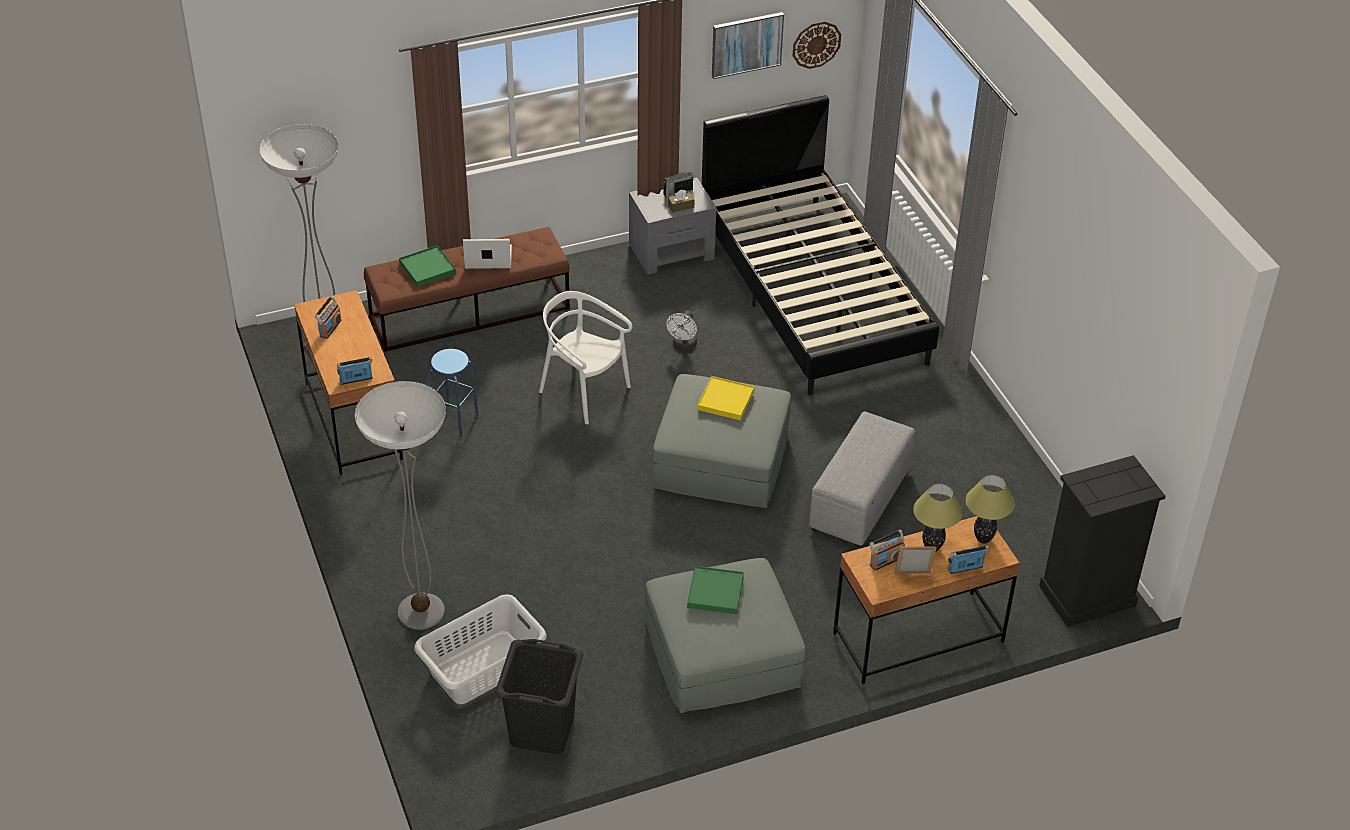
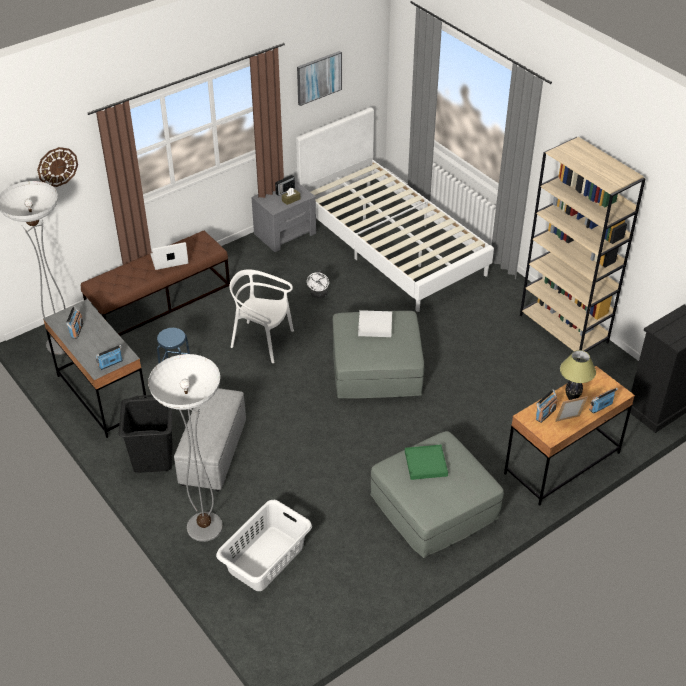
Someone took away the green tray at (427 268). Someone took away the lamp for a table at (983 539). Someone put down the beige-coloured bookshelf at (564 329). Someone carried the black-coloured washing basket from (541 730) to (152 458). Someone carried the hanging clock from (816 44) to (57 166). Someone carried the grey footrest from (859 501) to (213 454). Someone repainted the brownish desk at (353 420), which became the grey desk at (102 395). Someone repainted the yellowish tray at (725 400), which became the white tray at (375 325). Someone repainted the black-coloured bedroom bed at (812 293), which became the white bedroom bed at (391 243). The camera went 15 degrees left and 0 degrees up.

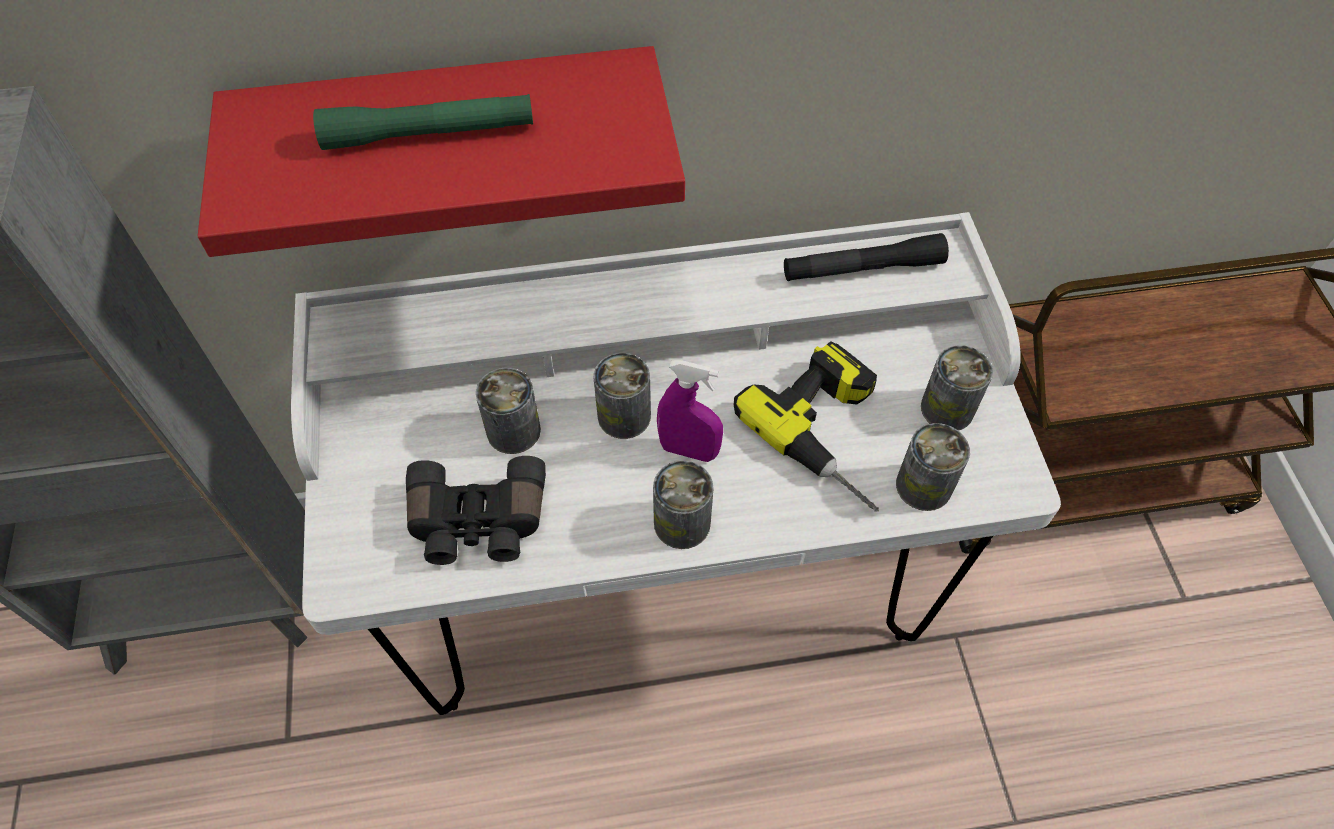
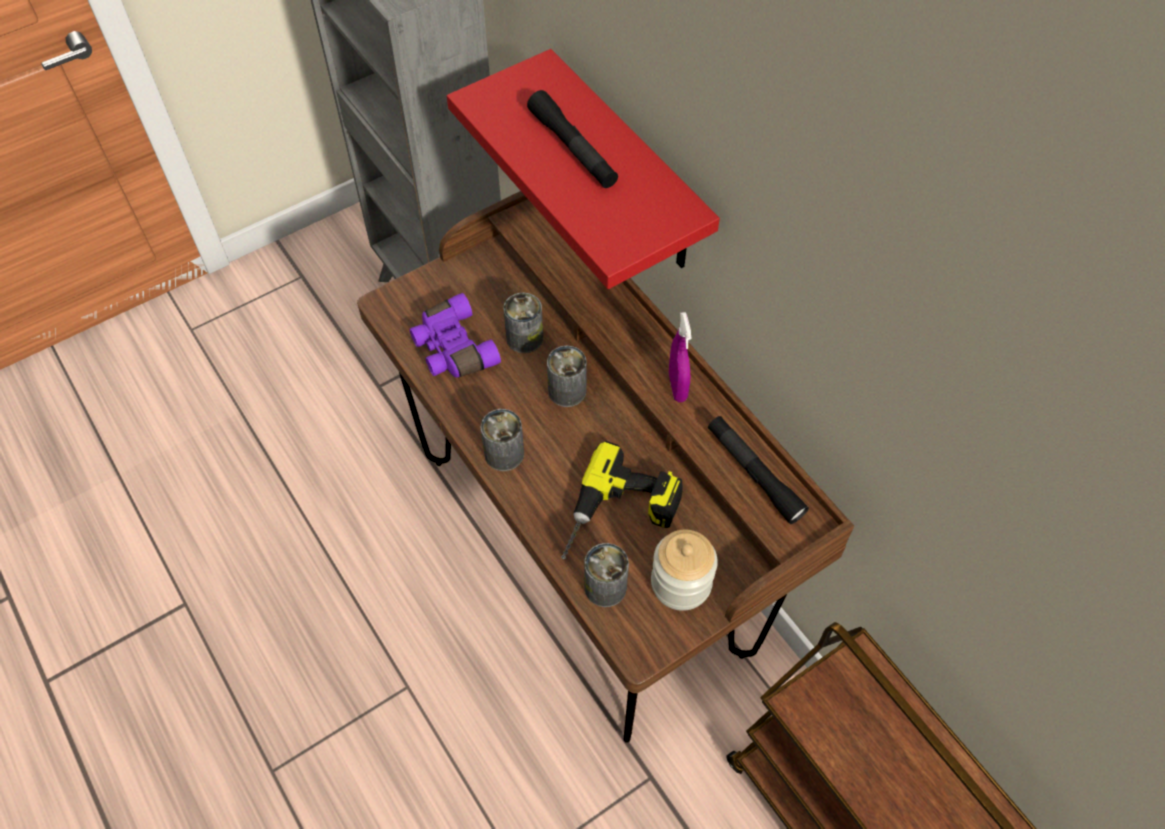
Someone carried the purple hand sprayer from (689 450) to (677 387). Someone swapped the sealed can at (947 408) for the storage jar at (681 583). Someone repainted the white desk at (666 588), which became the brownish desk at (584 553). Someone repainted the green torch at (429 134), which became the black-coloured torch at (573 148). Someone repainted the black-coloured pair of binoculars at (477 523), which became the purple pair of binoculars at (452 349). The camera went 65 degrees right and 0 degrees up.

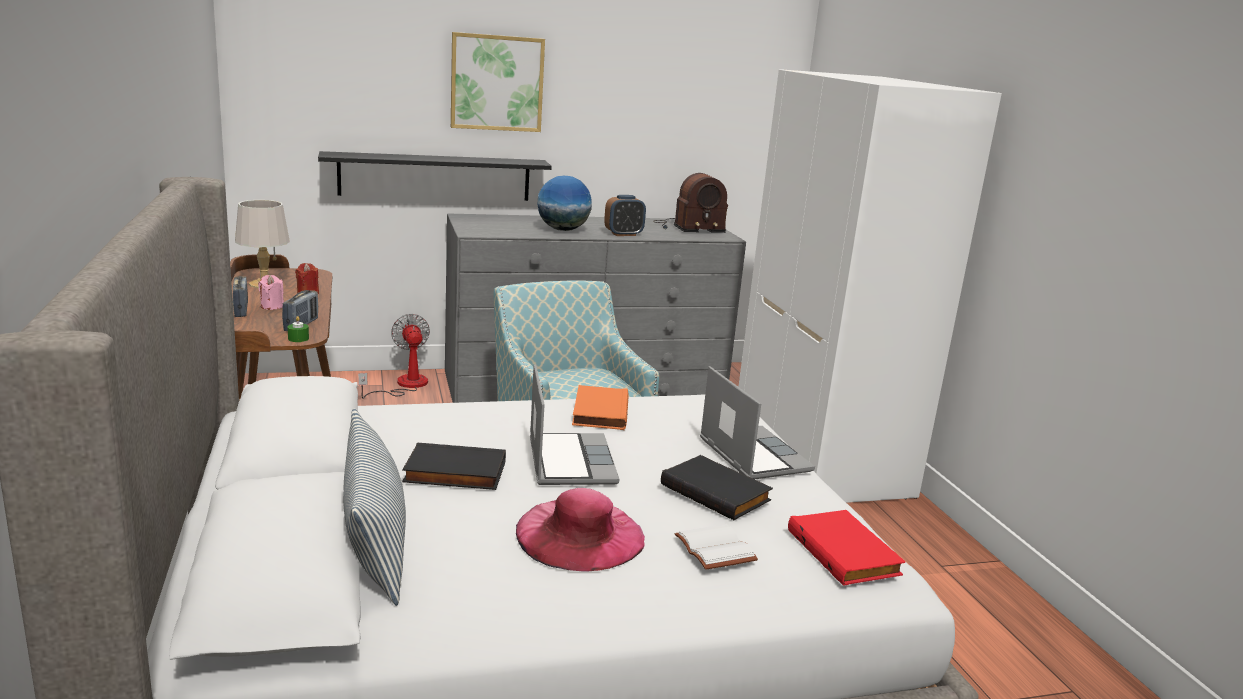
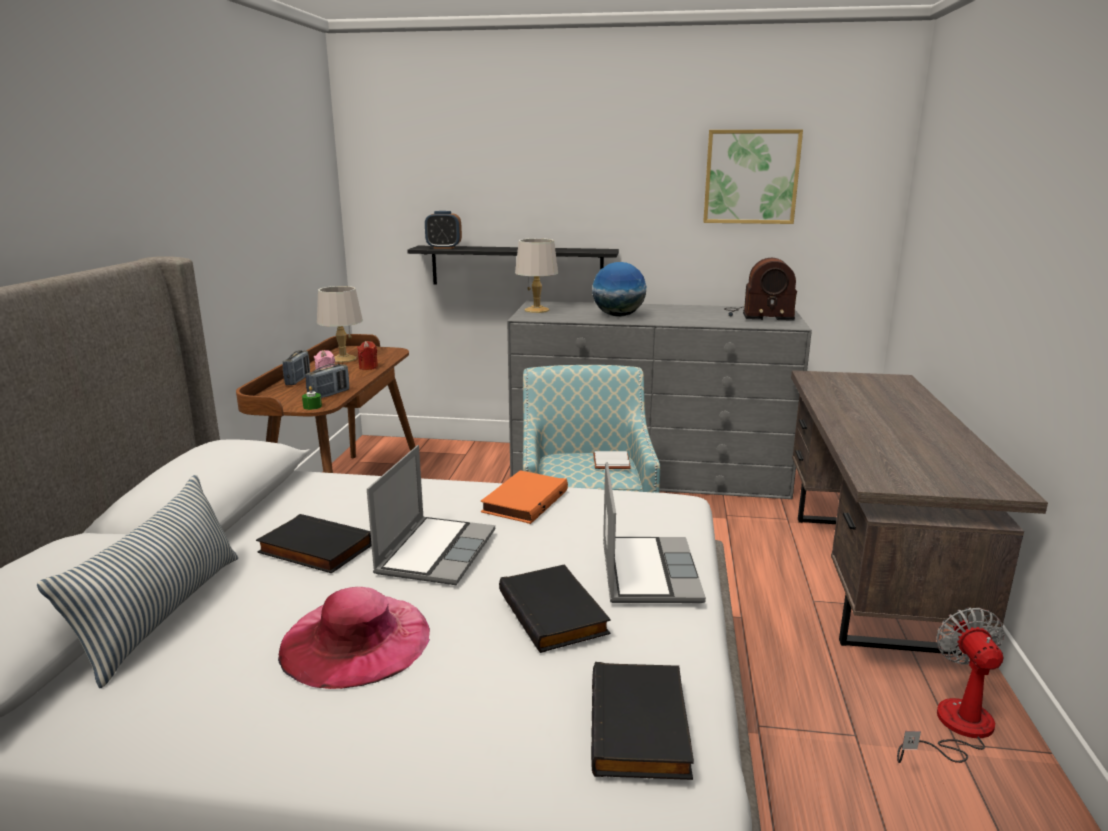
Someone put down the grey lamp for a table at (537 310). Someone carried the electric fan from (404 385) to (954 728). Someone carried the picture from (497 83) to (751 177). Someone carried the bedside clock from (623 234) to (444 248). Someone carried the white volume from (712 549) to (610 461). Someone swapped the white wardrobe at (821 458) for the brownish desk at (868 577). Someone repainted the red-coloured volume at (845 552), which became the black-coloured volume at (642 726). The camera went 25 degrees right and 0 degrees up.

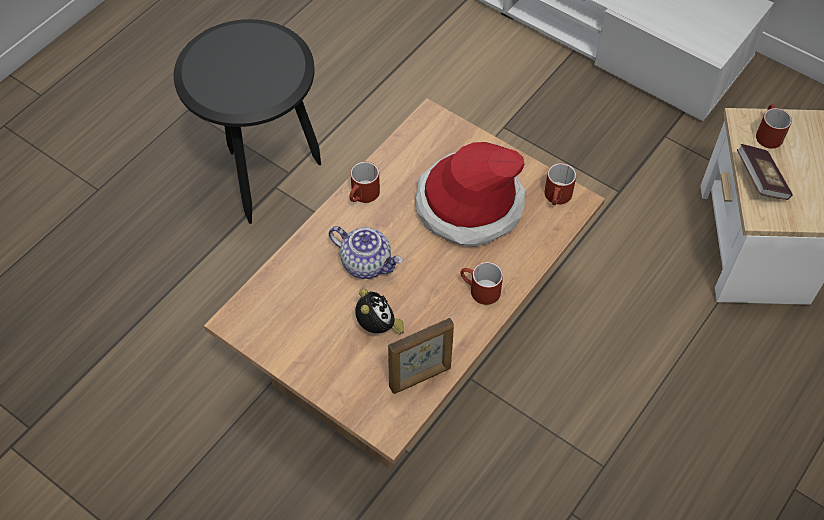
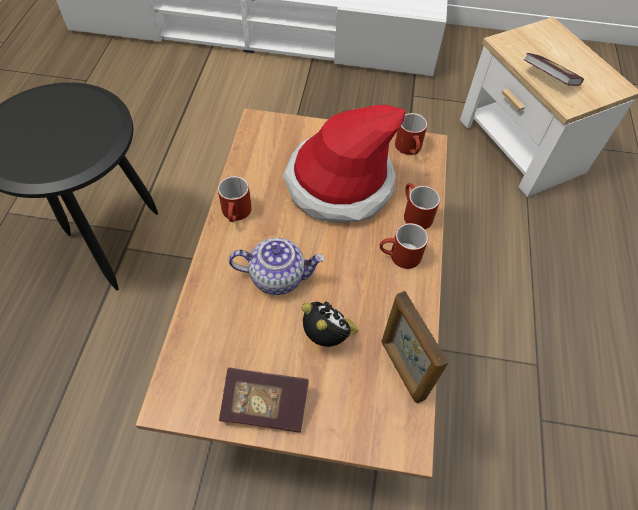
Someone put down the volume at (265 405). Someone carried the red-coloured tea mug from (767 133) to (414 214). Someone rotated the photo frame at (421 378) by 120 degrees clockwise. The camera went 30 degrees left and 0 degrees up.

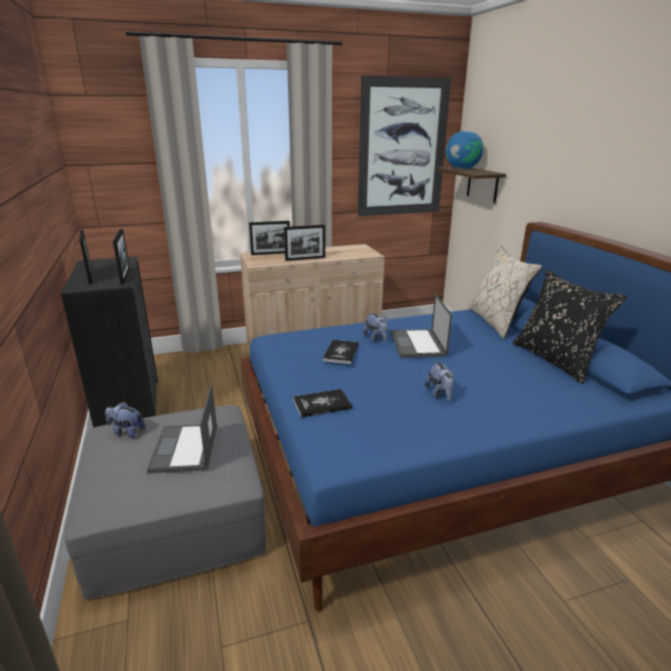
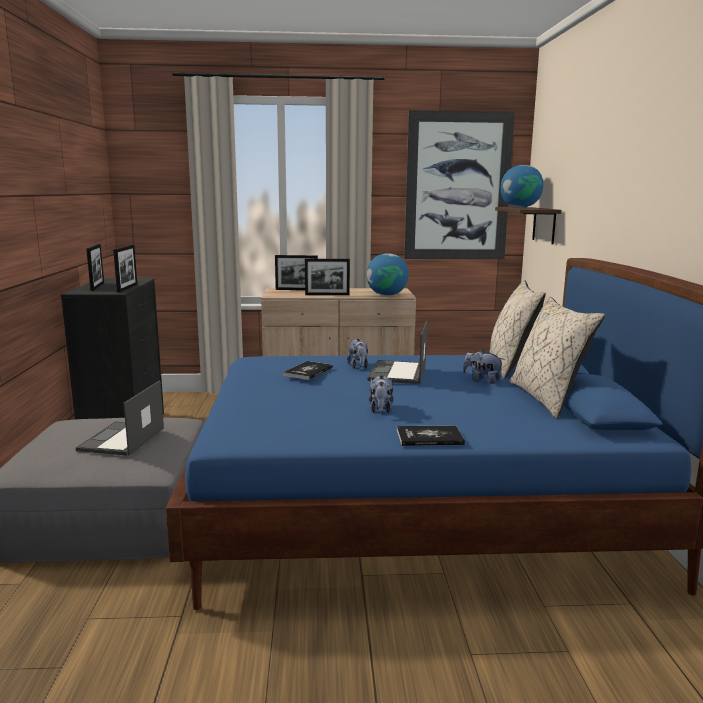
Someone put down the globe at (387 295). Someone carried the cuddly toy from (126 432) to (482 380). Someone carried the volume from (322 404) to (429 437). Someone repainted the black-coloured cushion at (555 360), which became the beige-coloured cushion at (547 399). The camera went 15 degrees right and 10 degrees down.

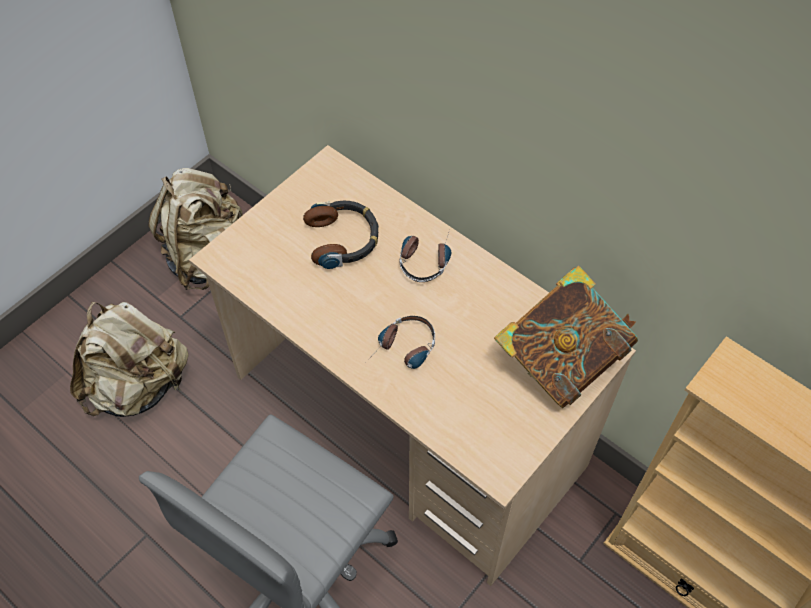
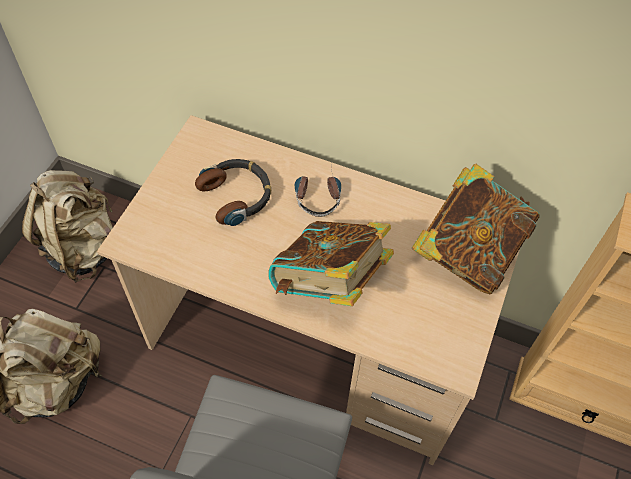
Someone swapped the headset at (402 352) for the volume at (330 283). The camera went 20 degrees left and 0 degrees up.

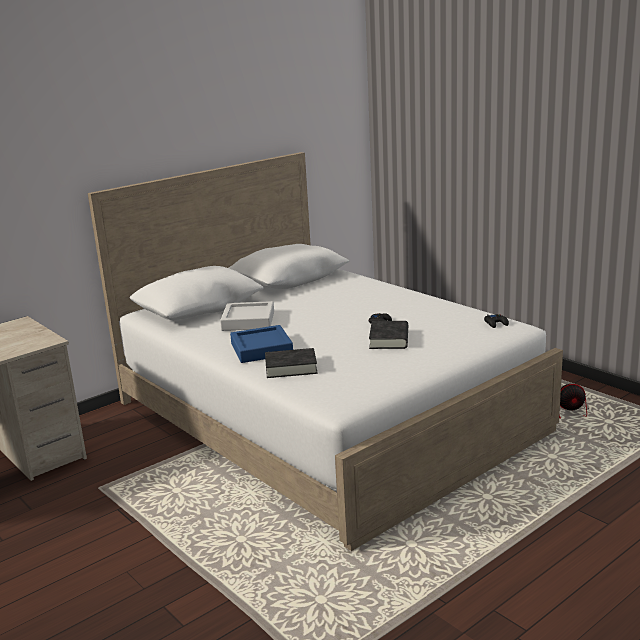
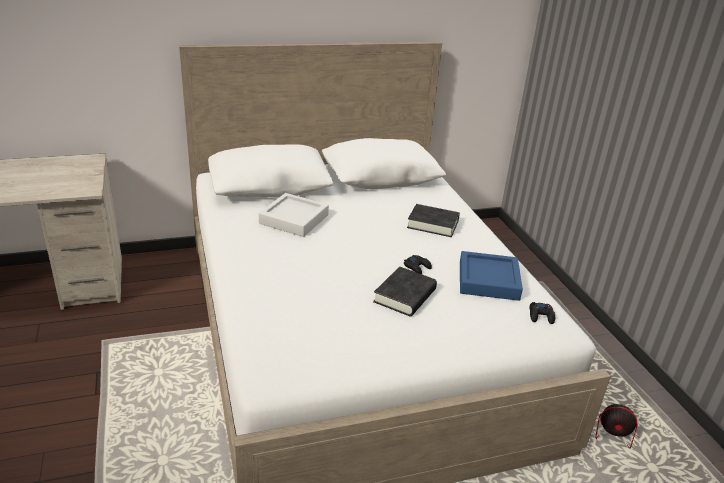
Someone carried the bluish tray from (261 349) to (488 281). Someone carried the black-coloured volume from (291 367) to (433 224). The camera went 20 degrees right and 10 degrees up.

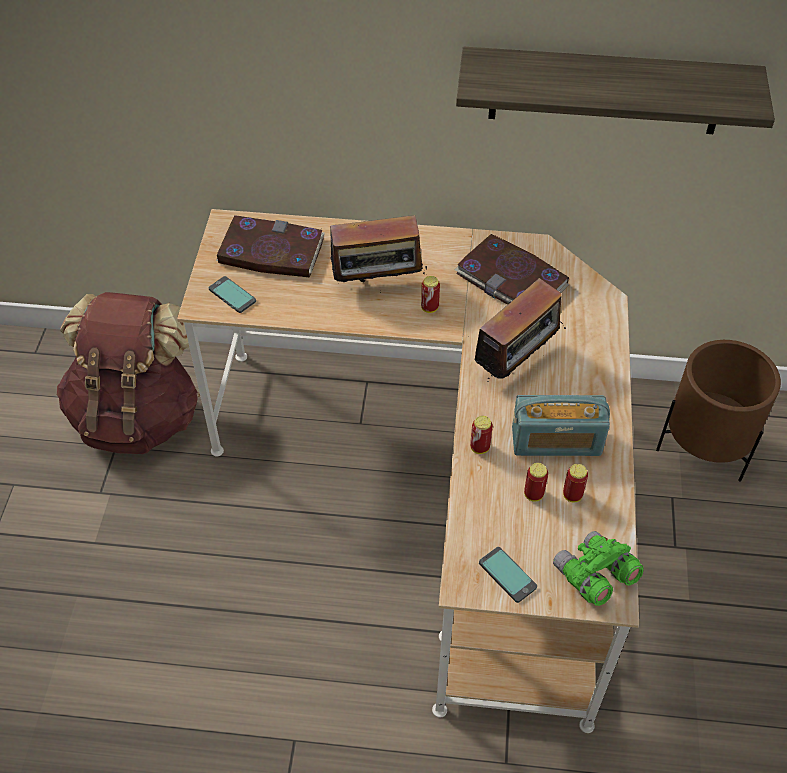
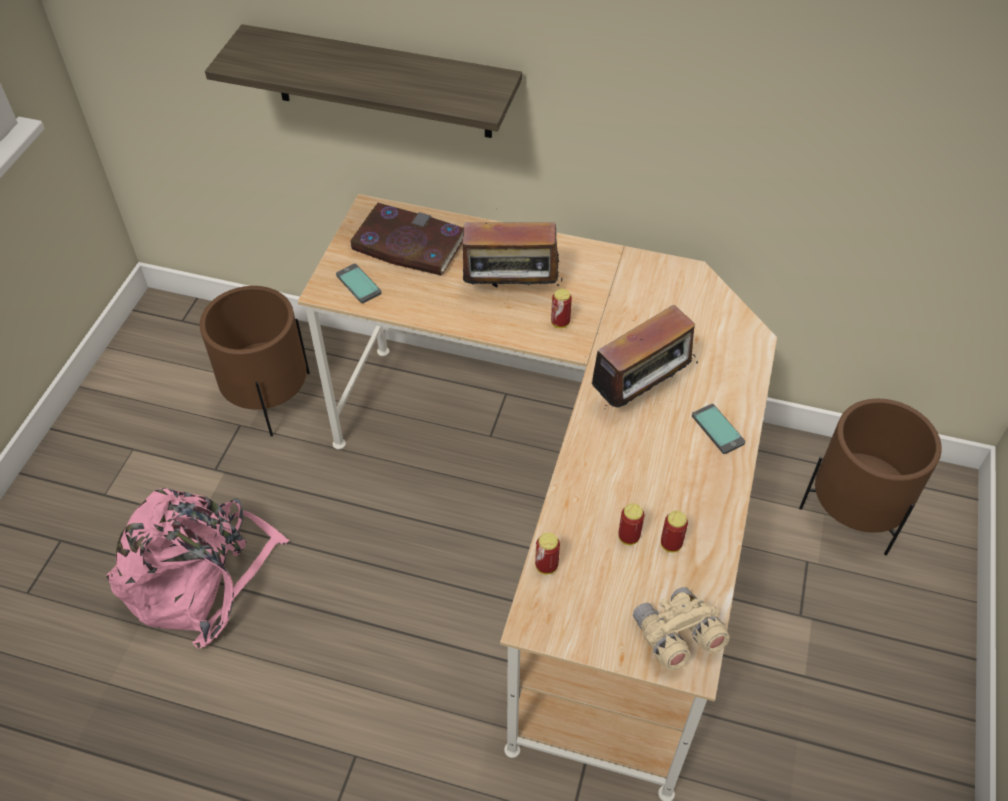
Someone took away the volume at (512 279). Someone took away the radio receiver at (556 441). Someone put down the pink-coloured rucksack at (200 576). Someone carried the bracket shelf from (606 91) to (382 83). Someone carried the sealed can from (479 447) to (546 566). Someone carried the telephone from (507 575) to (718 429). Someone swapped the brownish rucksack at (138 416) for the brownish plant pot at (268 397). Someone repainted the green pair of binoculars at (594 577), which became the beige-coloured pair of binoculars at (676 637). The camera went 10 degrees right and 0 degrees up.

